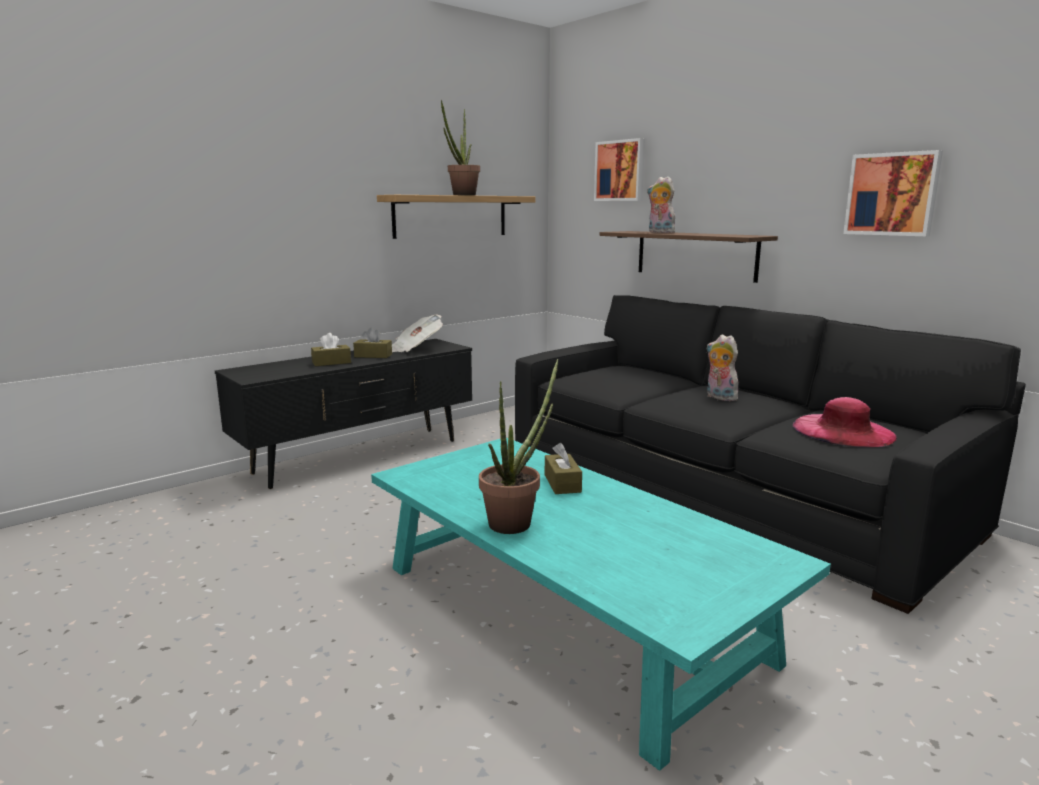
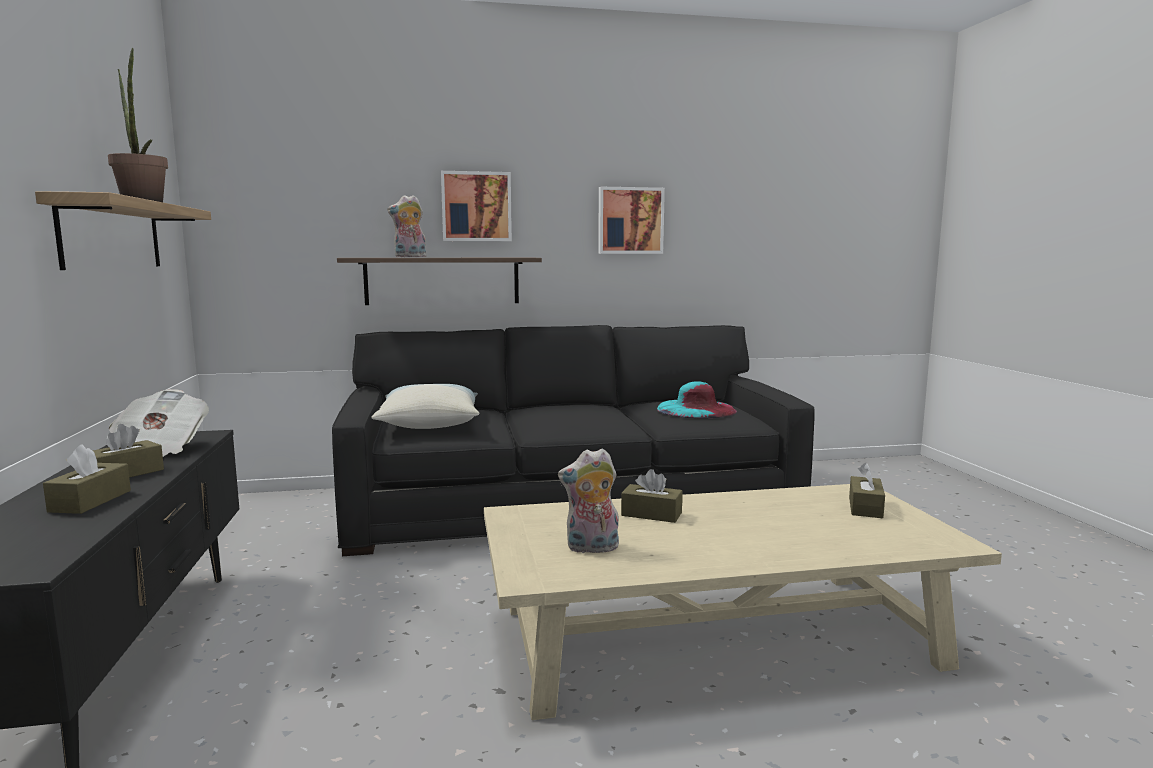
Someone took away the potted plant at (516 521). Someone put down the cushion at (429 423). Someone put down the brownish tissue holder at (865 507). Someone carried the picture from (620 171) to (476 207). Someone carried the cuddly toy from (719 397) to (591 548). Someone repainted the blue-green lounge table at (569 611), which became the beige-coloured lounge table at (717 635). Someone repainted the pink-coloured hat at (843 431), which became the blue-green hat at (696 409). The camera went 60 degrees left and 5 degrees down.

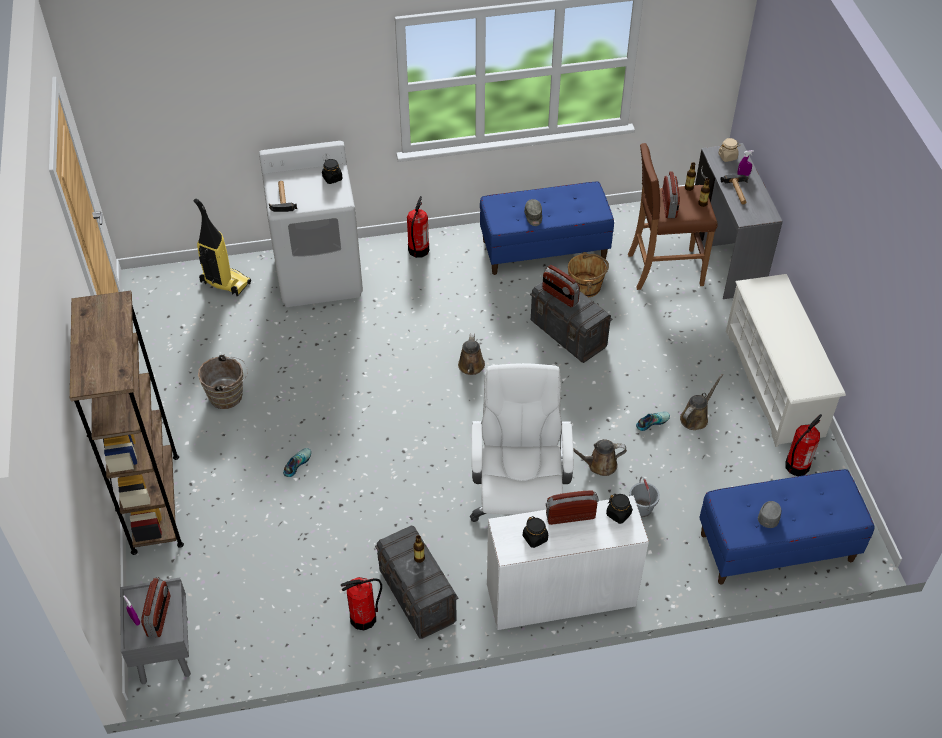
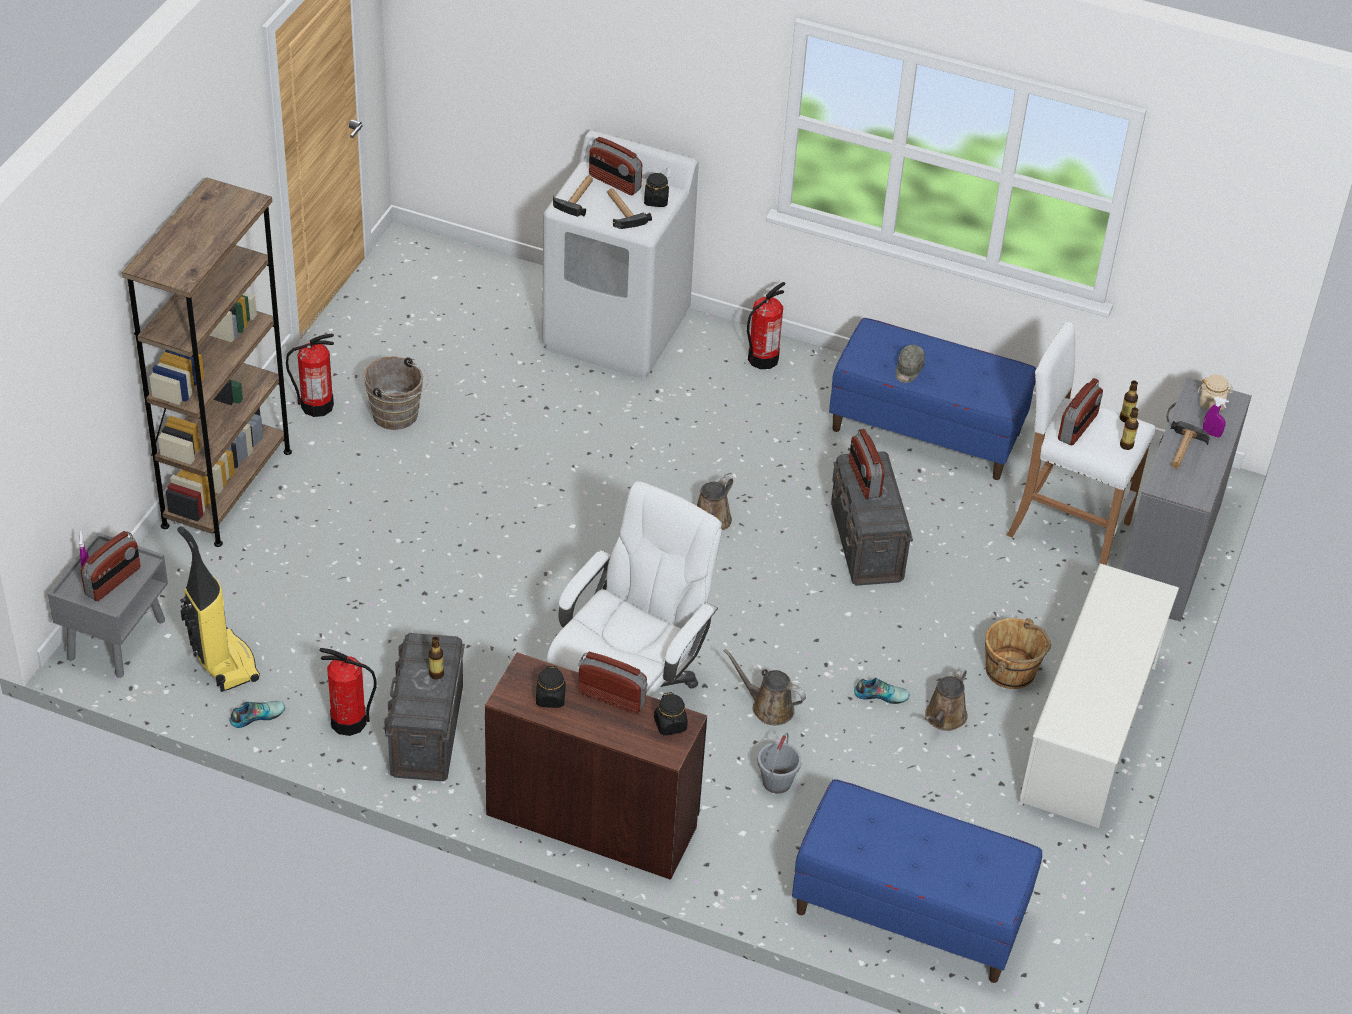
Someone took away the grey peaked cap at (769 516). Someone put down the radio receiver at (614 182). Someone put down the tool hammer at (622 211). Someone carried the hoover from (224 283) to (223 663). Someone carried the item of footwear from (296 463) to (257 715). Someone carried the brownish bucket from (586 286) to (1011 671). Someone carried the extinguisher from (796 466) to (316 405). Someone repainted the white desk at (560 594), which became the brownish desk at (592 818). Someone repainted the brownish stool at (664 269), which became the white stool at (1067 528). Someone rotated the brownish sprinkling can at (696 417) by 135 degrees clockwise. The camera went 30 degrees right and 5 degrees down.

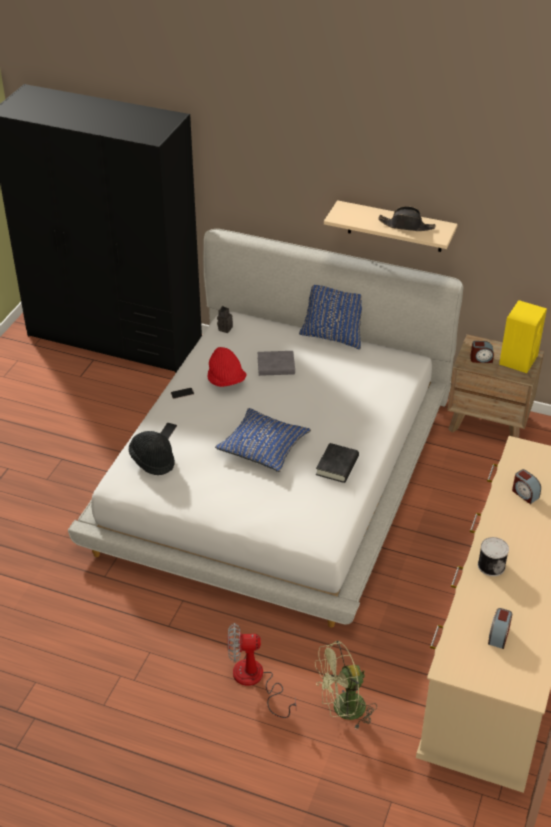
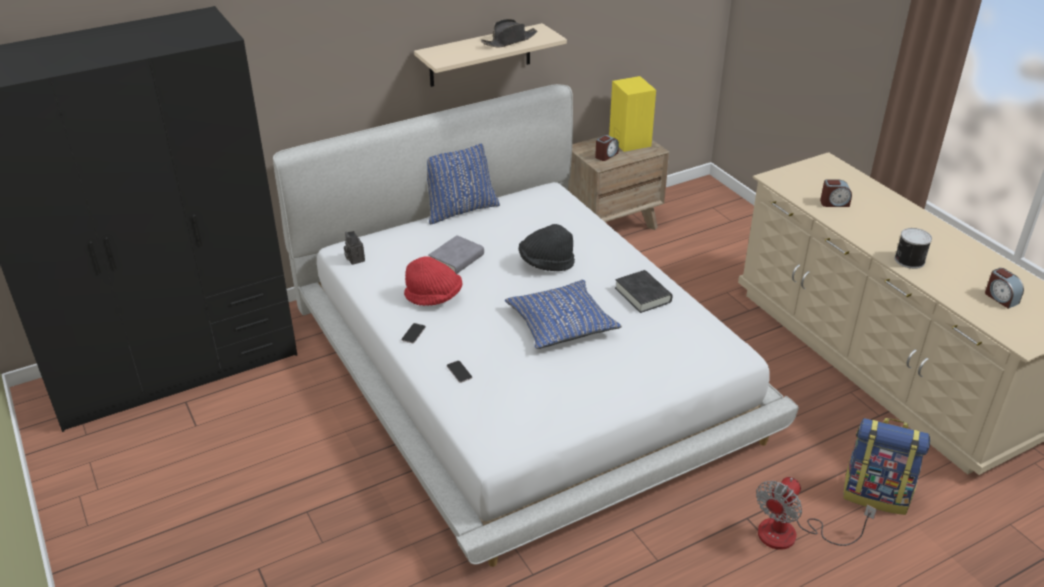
Someone carried the black-coloured hat from (153 460) to (546 263). Someone swapped the green electric fan at (342 710) for the rucksack at (876 494). The camera went 50 degrees left and 5 degrees down.

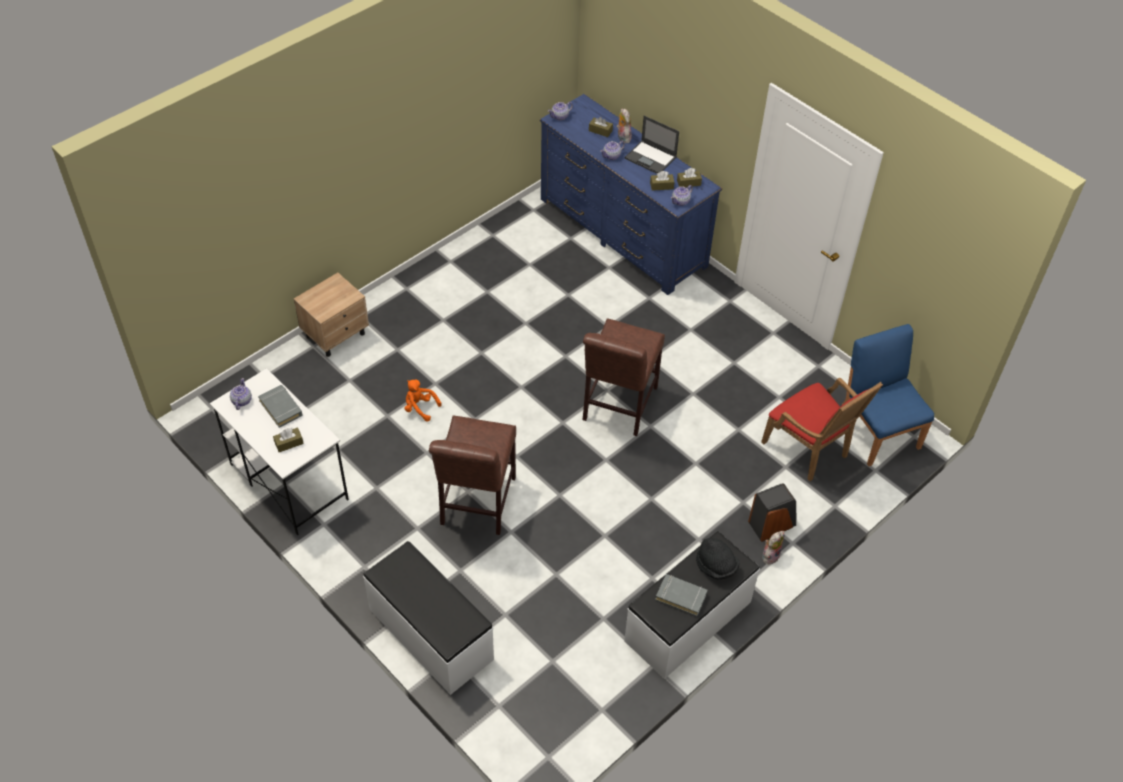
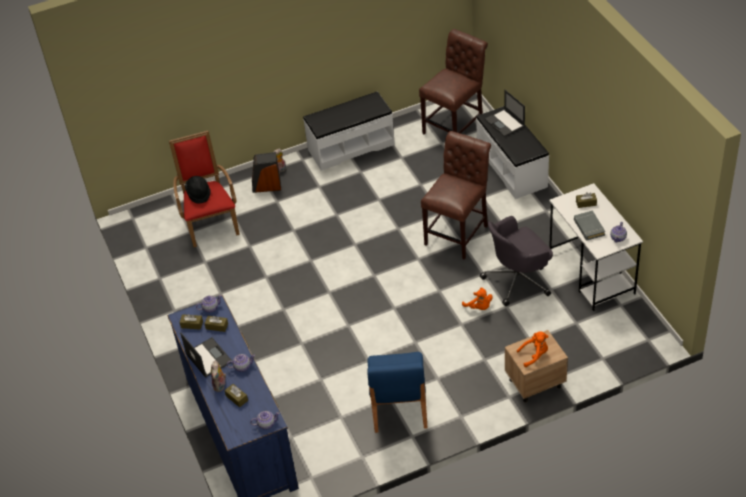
Someone took away the grey volume at (681 596). Someone put down the grey computer chair at (518 280). Someone put down the laptop at (505 123). Someone put down the orangey cuddly toy at (534 355). Someone carried the brownish upright chair from (617 407) to (456 126). Someone carried the black-coloured hat from (716 566) to (199 194). Someone carried the bluish upright chair from (877 431) to (398 407). The camera went 155 degrees left and 5 degrees down.

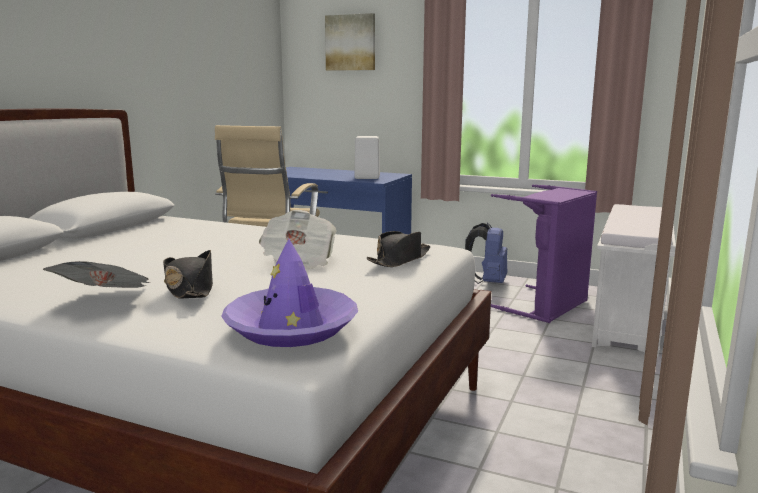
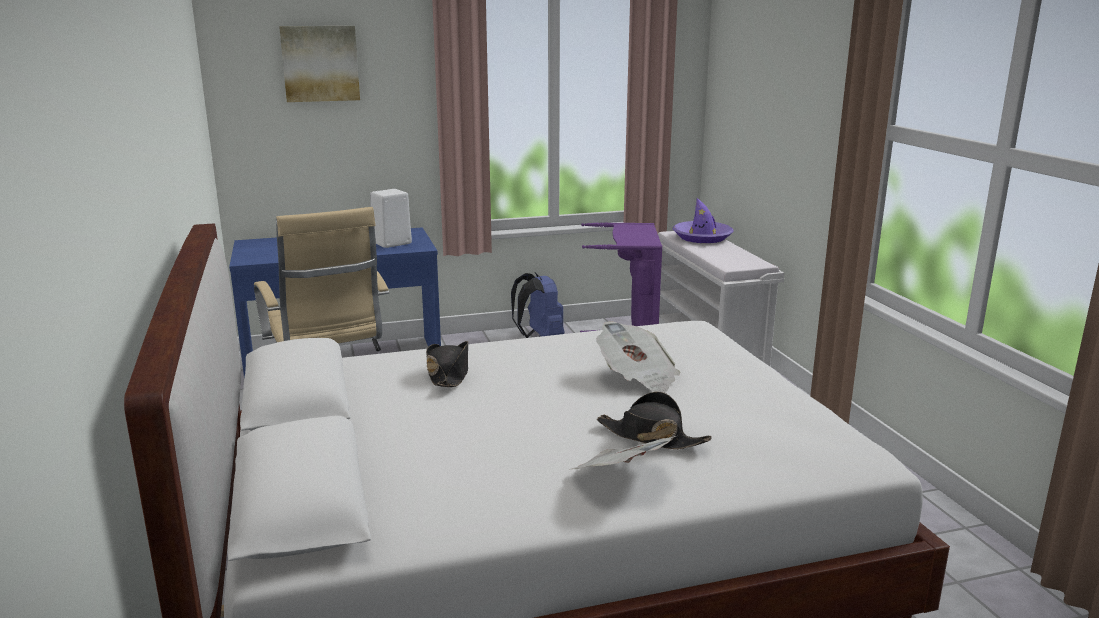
Someone carried the purple hat from (291 327) to (702 237). Someone carried the black-coloured hat from (400 260) to (448 374). The camera went 40 degrees left and 5 degrees up.

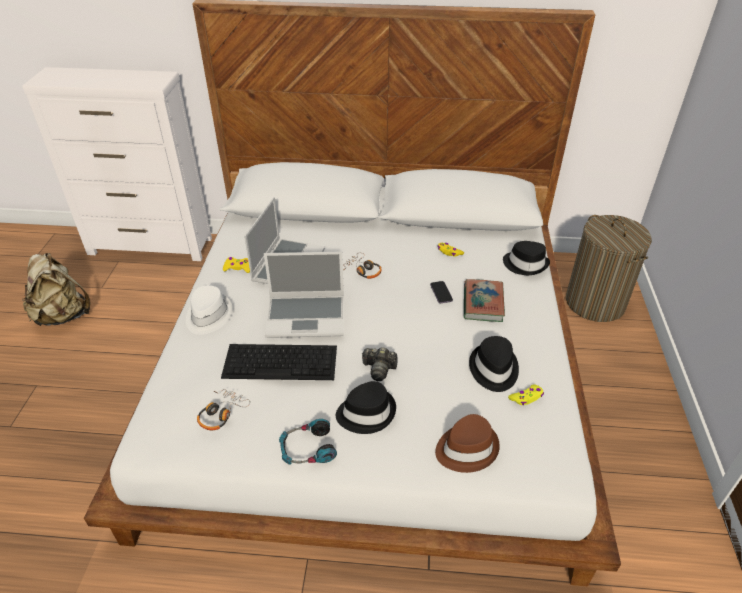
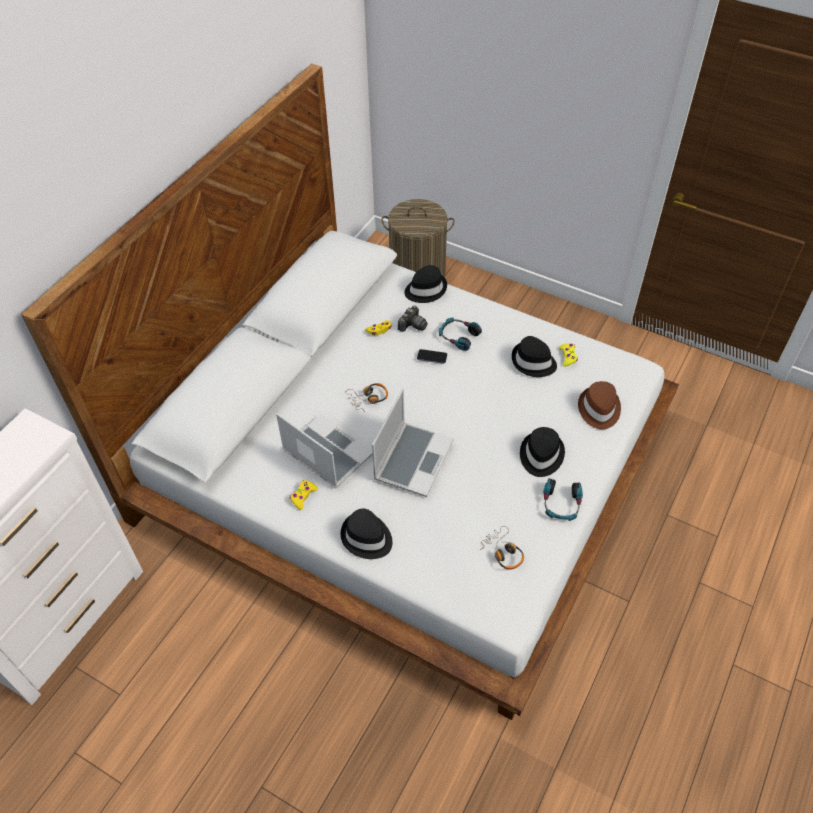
Someone took away the beige-coloured rucksack at (63 315). Someone took away the keyboard at (281 361). Someone carried the still camera from (379 369) to (412 325). Someone swapped the volume at (483 303) for the headset at (458 336). Someone repainted the white hat at (208 316), which became the black-coloured hat at (366 538). The camera went 65 degrees left and 10 degrees up.

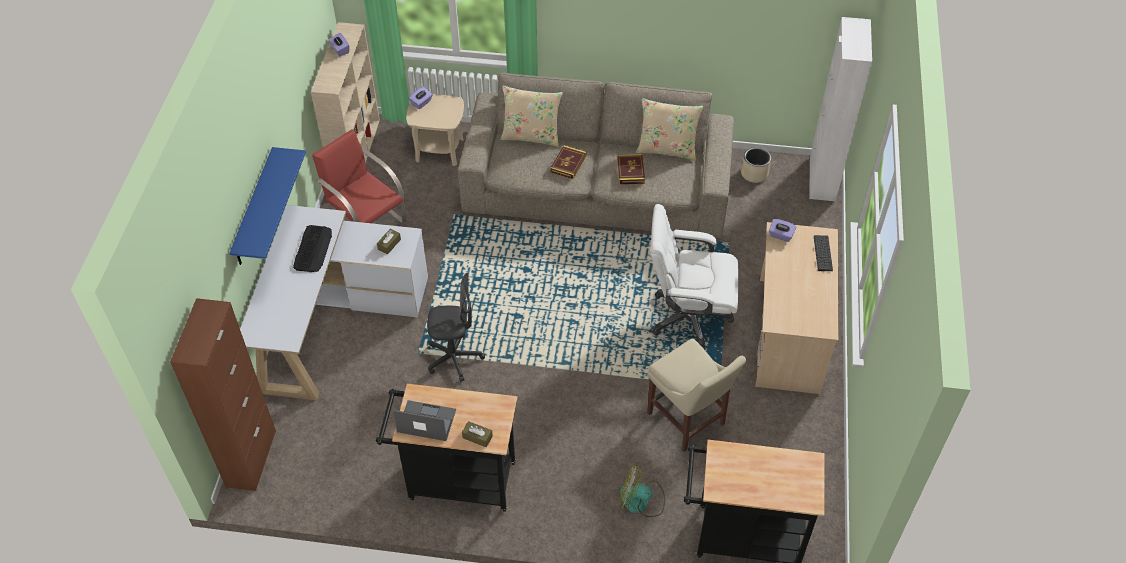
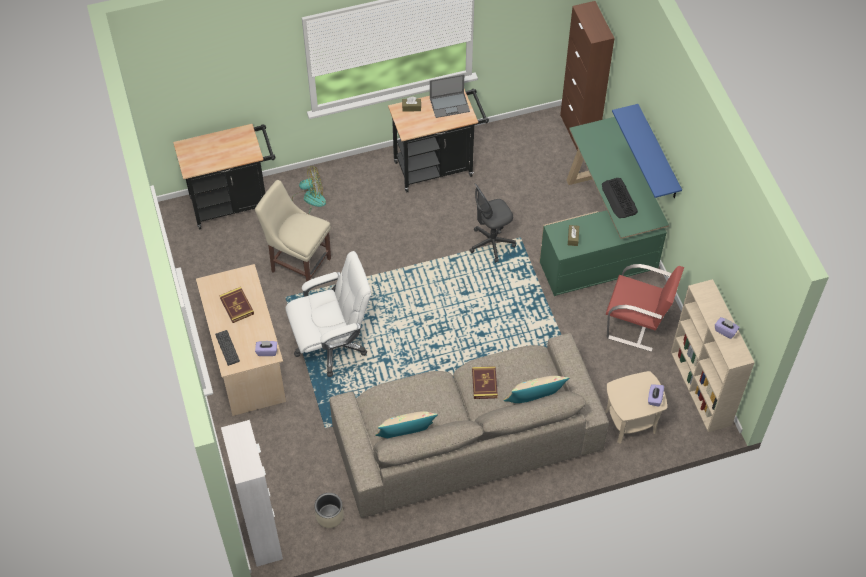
Someone carried the volume from (630 171) to (237 306). Someone repainted the white desk at (331 321), which became the green desk at (600 236). The camera went 155 degrees right and 5 degrees up.

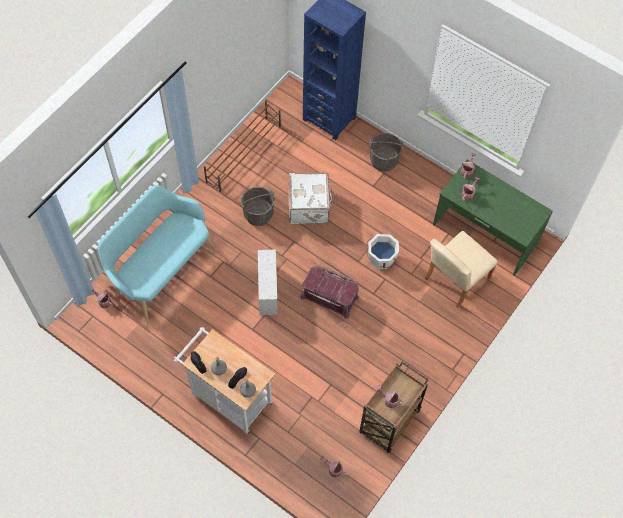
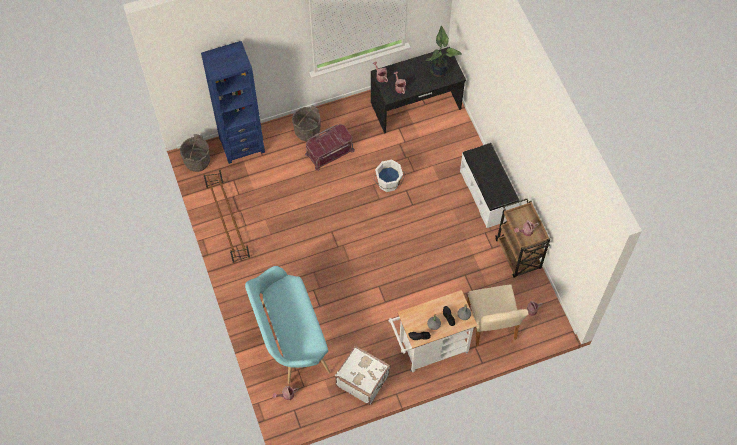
Someone took away the white storage bin at (268 289). Someone put down the potted plant at (439 70). Someone put down the white bench at (487 194). Someone carried the grey bucket from (258 214) to (197 161). Someone carried the white travel case from (309 206) to (362 379). Someone carried the red-coloured storage bin from (330 296) to (329 151). Someone carried the beige-coloured upright chair from (454 281) to (492 326). Someone repainted the green desk at (484 234), which became the black-coloured desk at (416 106). The camera went 55 degrees left and 0 degrees up.

